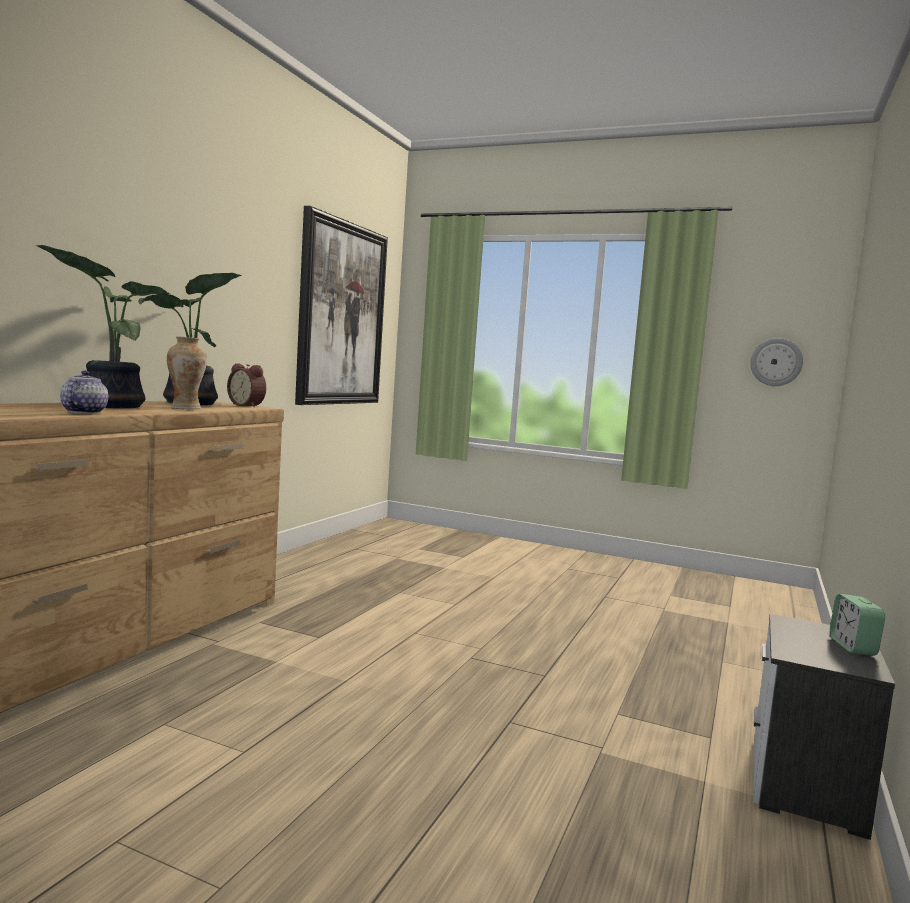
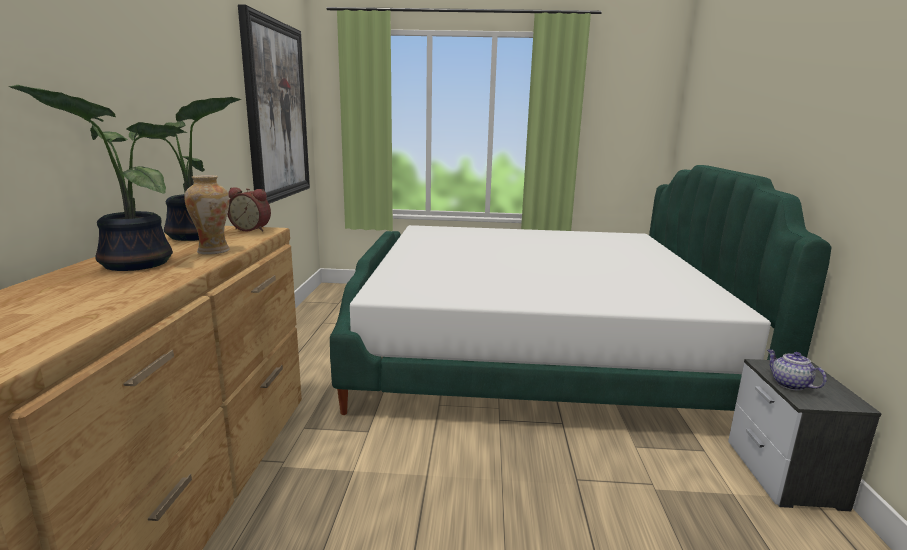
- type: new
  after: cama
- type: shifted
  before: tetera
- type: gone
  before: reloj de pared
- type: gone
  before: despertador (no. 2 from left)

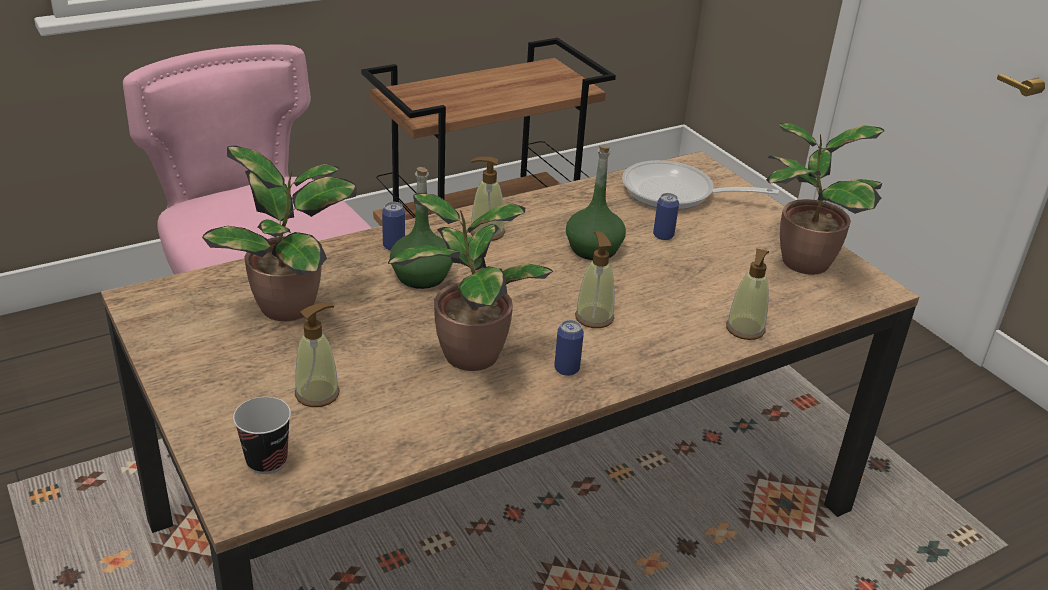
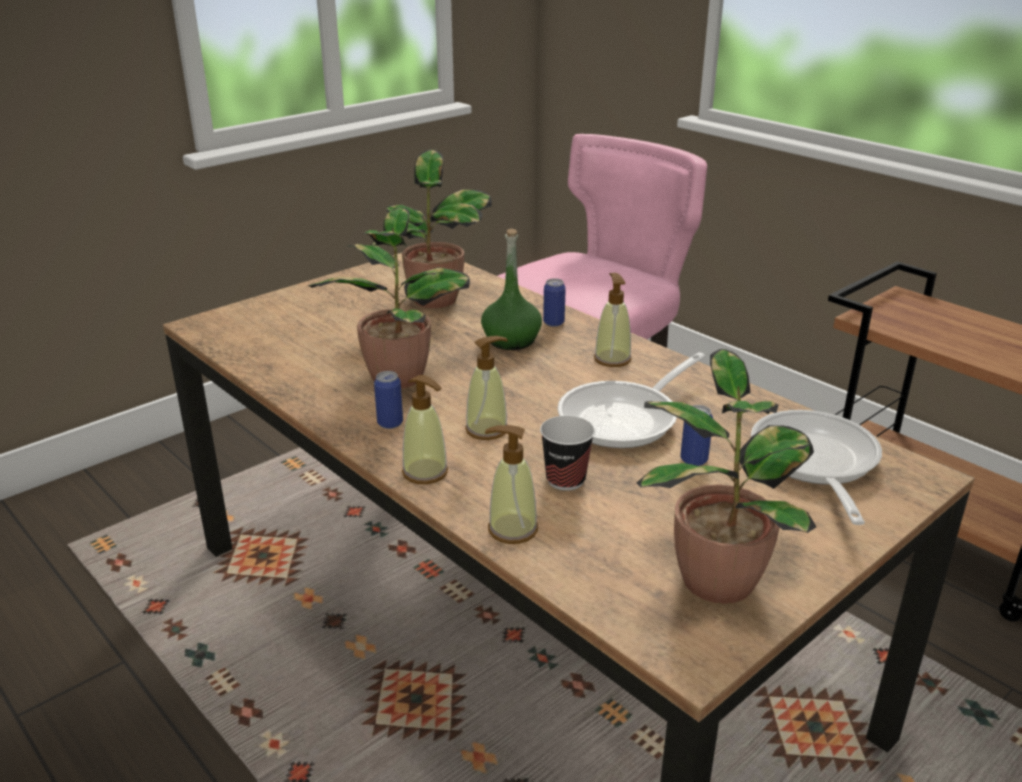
- type: shifted
  before: dispensador de jabón (no. 1 from left)
- type: shifted
  before: taza
- type: swapped
  before: botella [verde] (no. 2 from left)
  after: sartén (no. 1 from left)

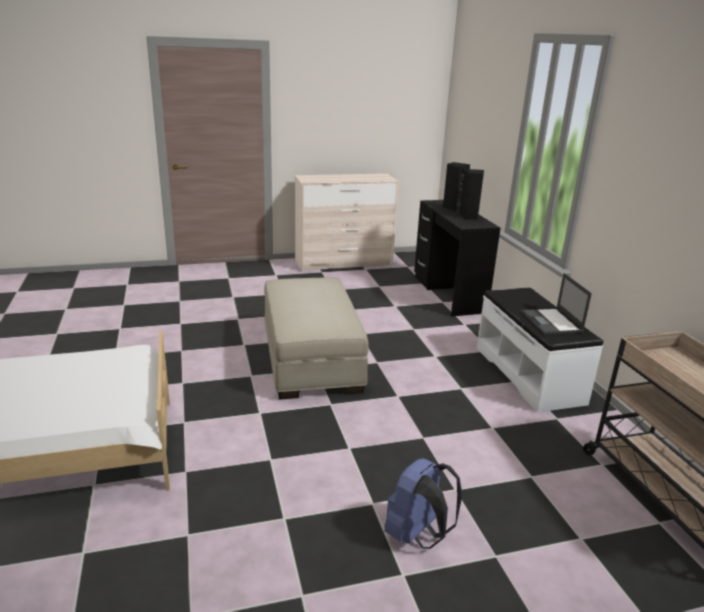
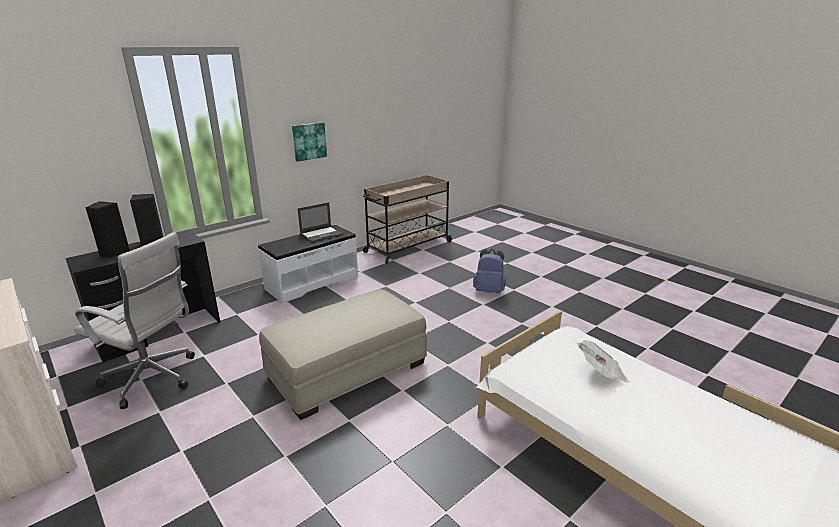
- type: new
  after: silla de oficina [blanco]
- type: new
  after: cuadro
- type: new
  after: periódico

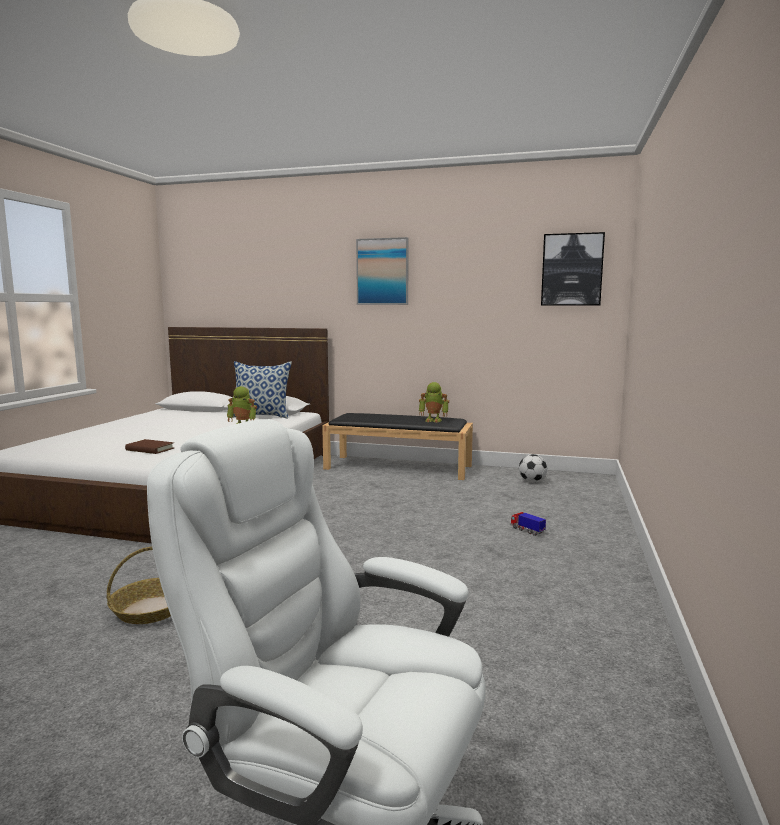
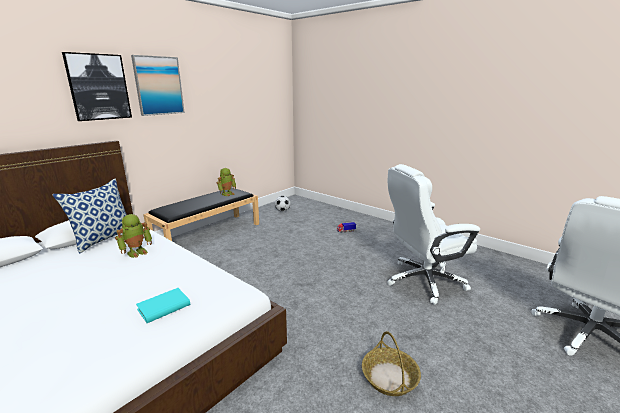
- type: shifted
  before: cuadro (no. 2 from left in the first image)
  after: cuadro (no. 1 from left)
- type: repainted
  before: libro [marrón]
  after: libro [turquesa]
- type: new
  after: silla de oficina [blanco] (no. 1 from left)

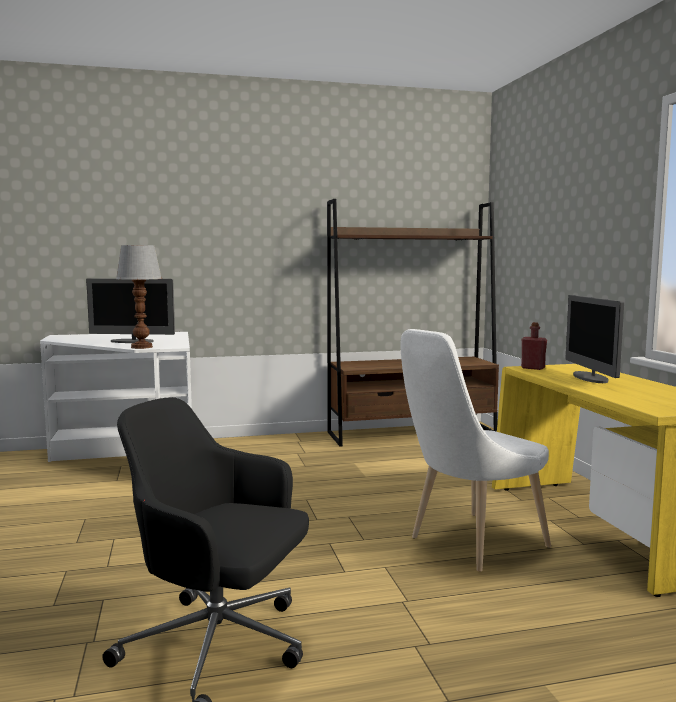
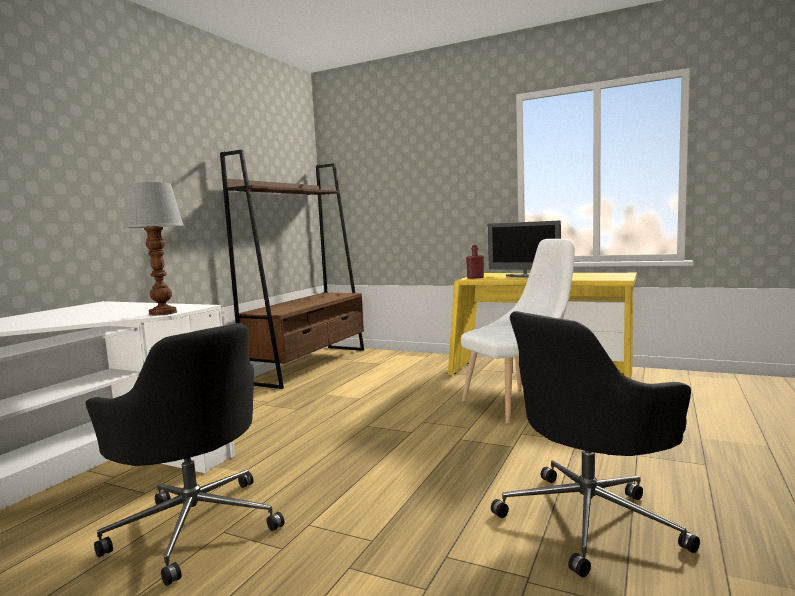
- type: new
  after: silla de oficina [negro] (no. 1 from left)
- type: rotated
  before: silla [blanco]
  turn: -120
- type: gone
  before: monitor (no. 1 from left)

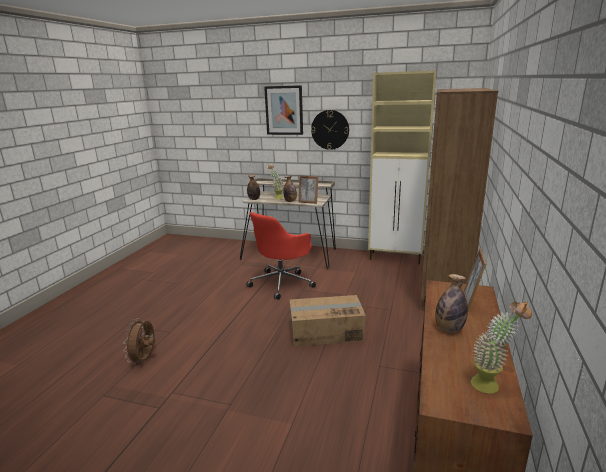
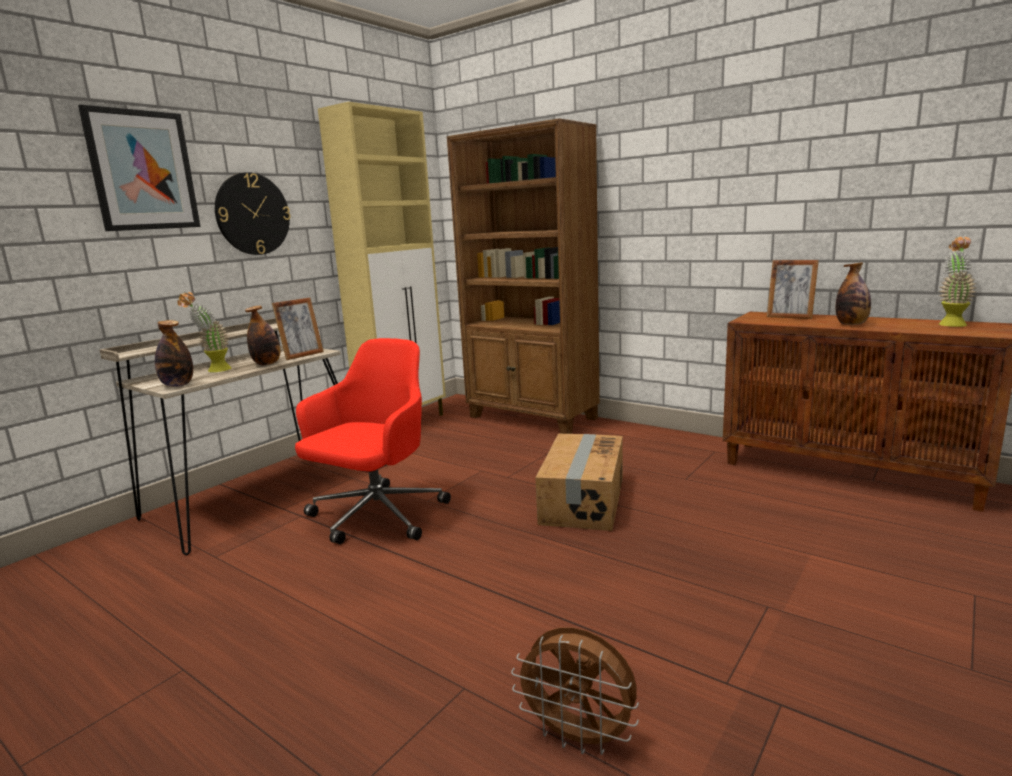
- type: rotated
  before: silla de oficina [rojo]
  turn: -120

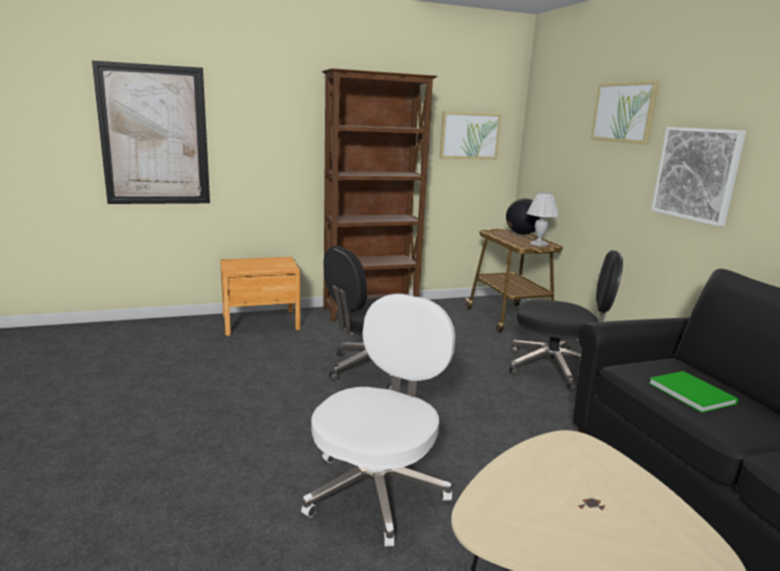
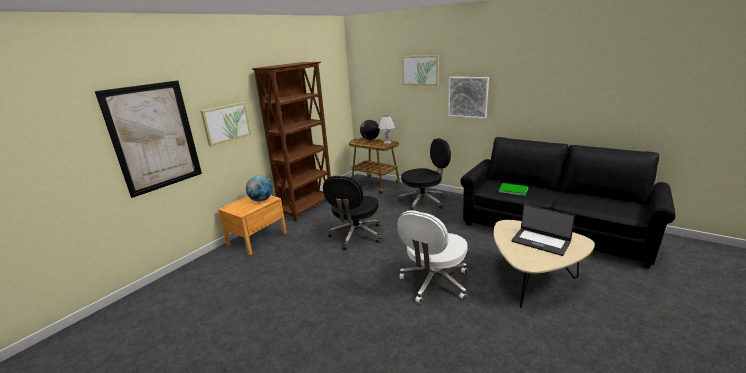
- type: shifted
  before: cuadro (no. 2 from left)
- type: new
  after: globo terráqueo (no. 1 from left)
- type: rotated
  before: silla de oficina [blanco]
  turn: -135
- type: new
  after: portátil

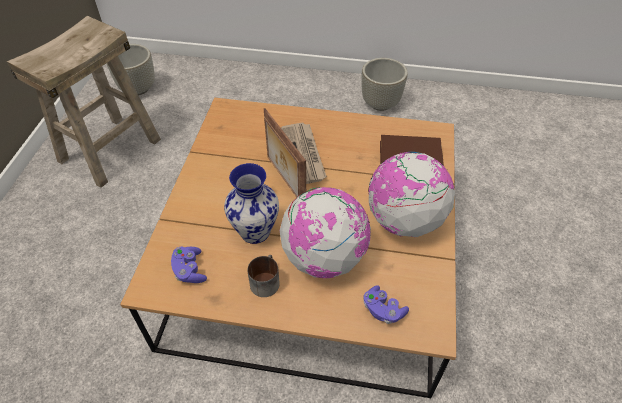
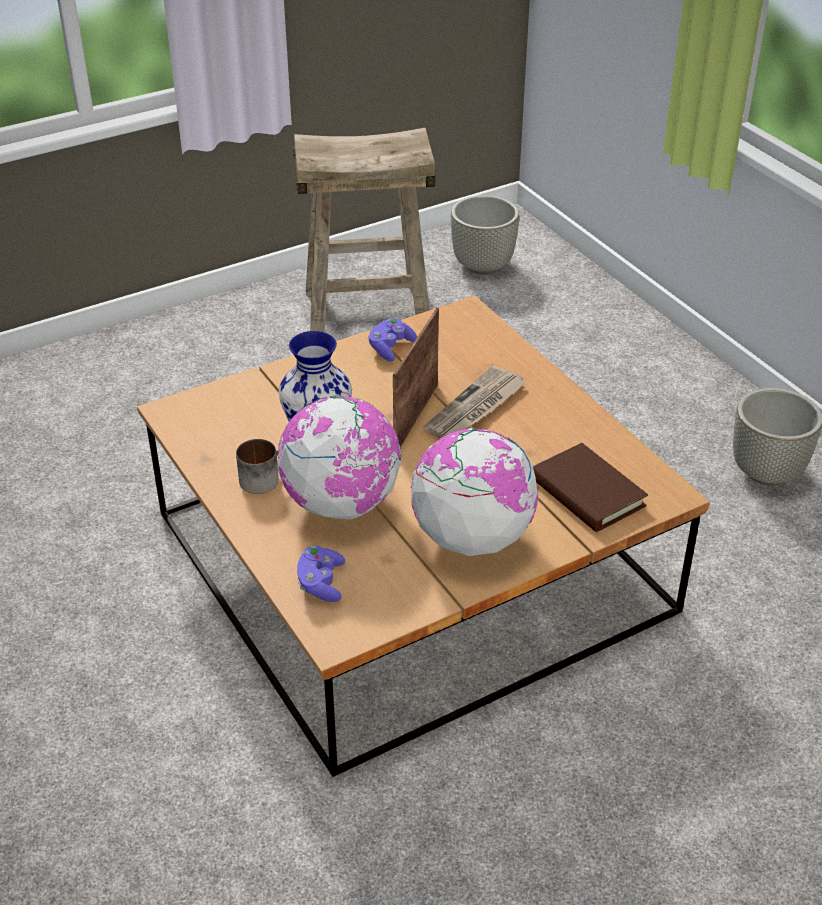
- type: shifted
  before: mando de consola [morado] (no. 1 from left in the first image)
  after: mando de consola [morado] (no. 2 from left)

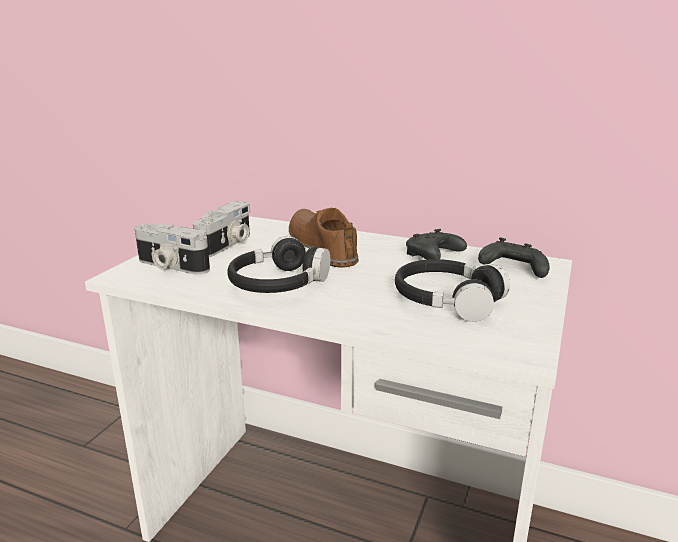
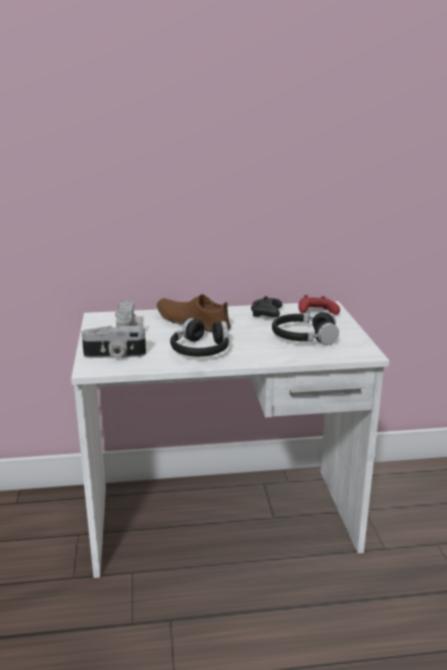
- type: repainted
  before: mando de consola [negro] (no. 2 from left)
  after: mando de consola [rojo]

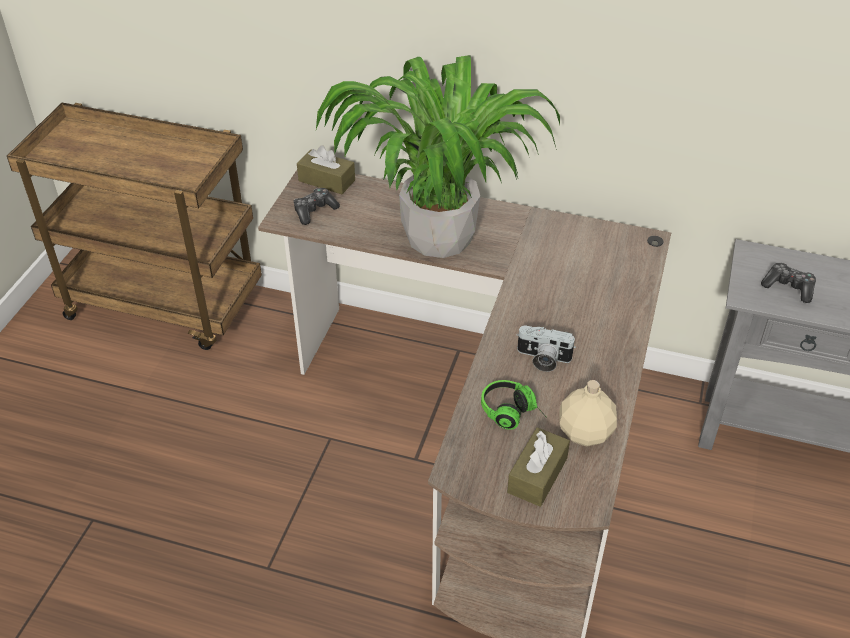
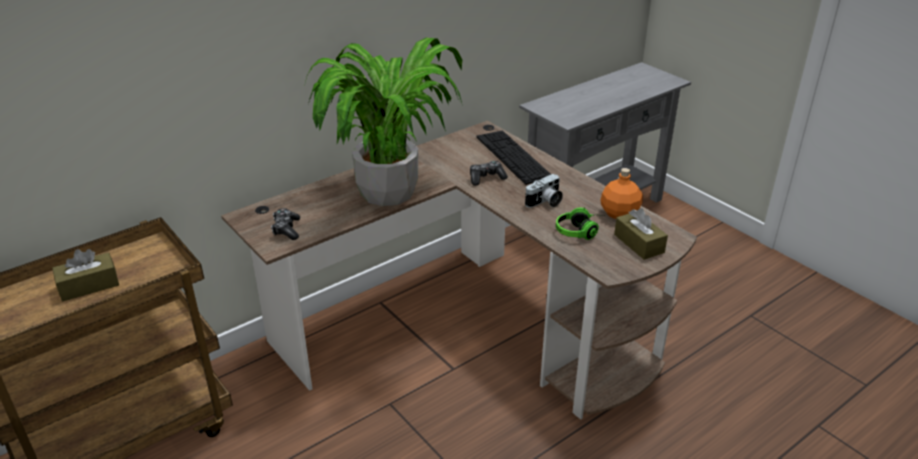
- type: shifted
  before: caja de pañuelos [marrón] (no. 1 from left)
- type: shifted
  before: mando de consola (no. 2 from left)
- type: new
  after: teclado
- type: repainted
  before: botella [beis]
  after: botella [naranja]

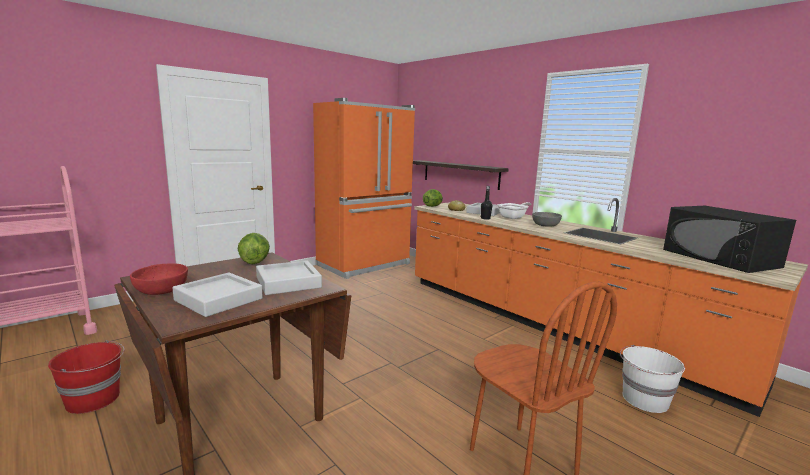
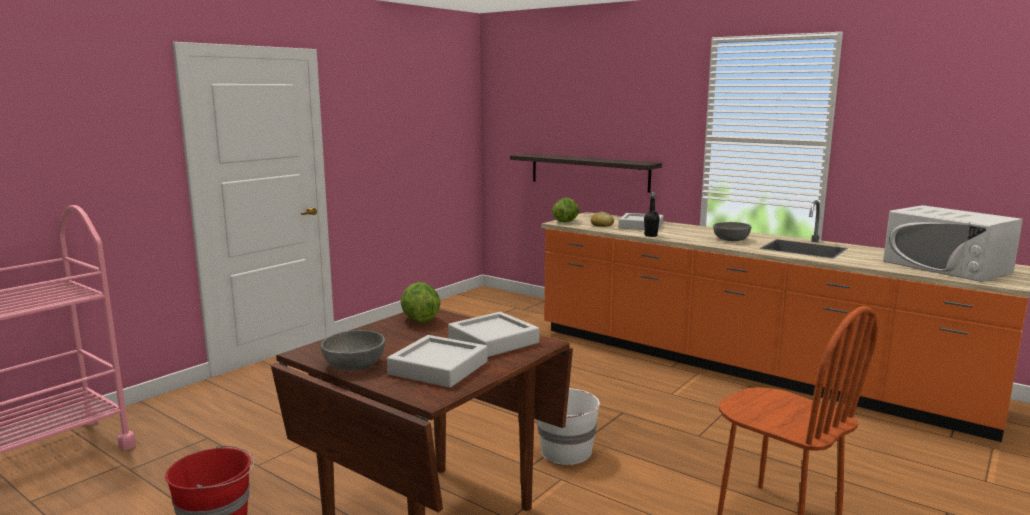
- type: repainted
  before: cuenco [rojo]
  after: cuenco [gris] (no. 1 from left)
- type: shifted
  before: cubo [blanco]
- type: repainted
  before: microondas [negro]
  after: microondas [blanco]
- type: gone
  before: nevera [naranja]
- type: gone
  before: sartén

